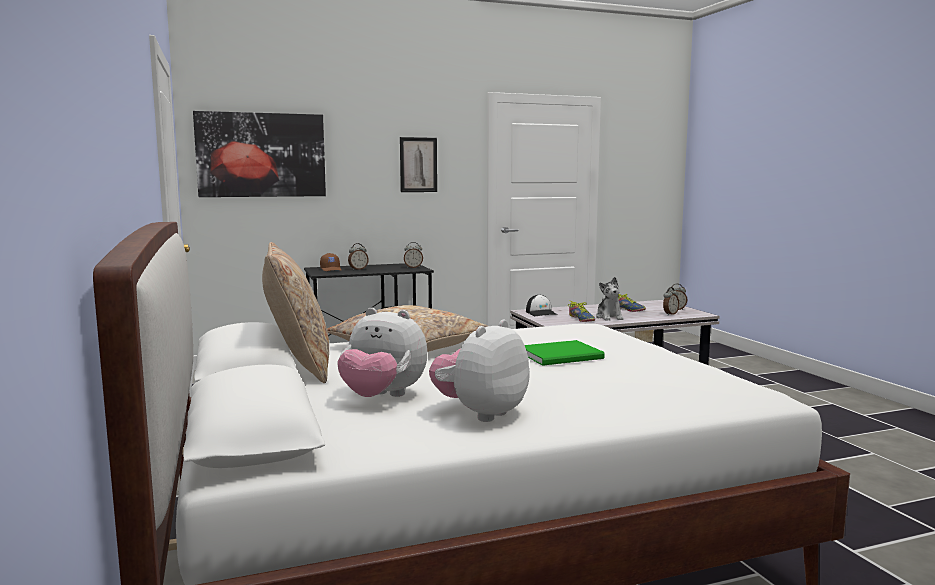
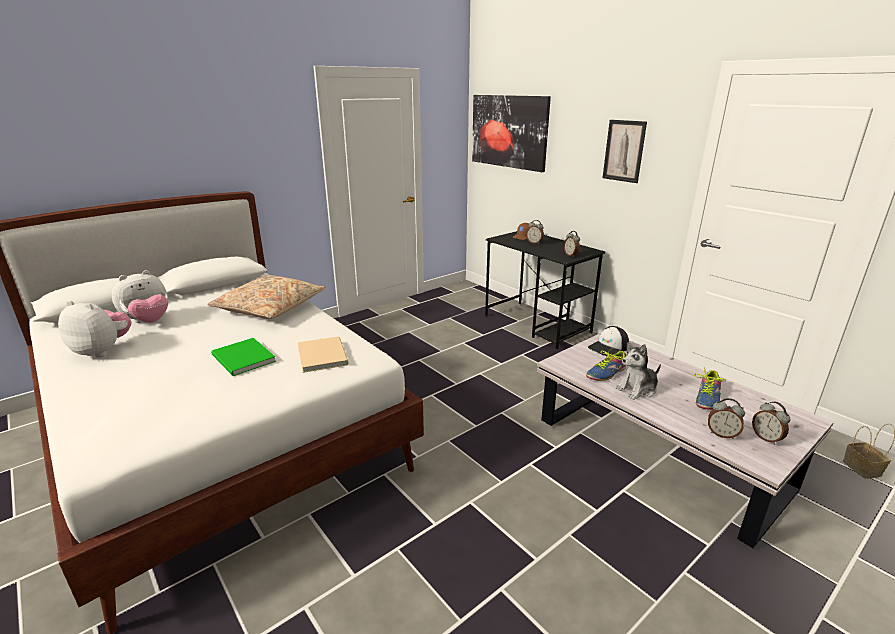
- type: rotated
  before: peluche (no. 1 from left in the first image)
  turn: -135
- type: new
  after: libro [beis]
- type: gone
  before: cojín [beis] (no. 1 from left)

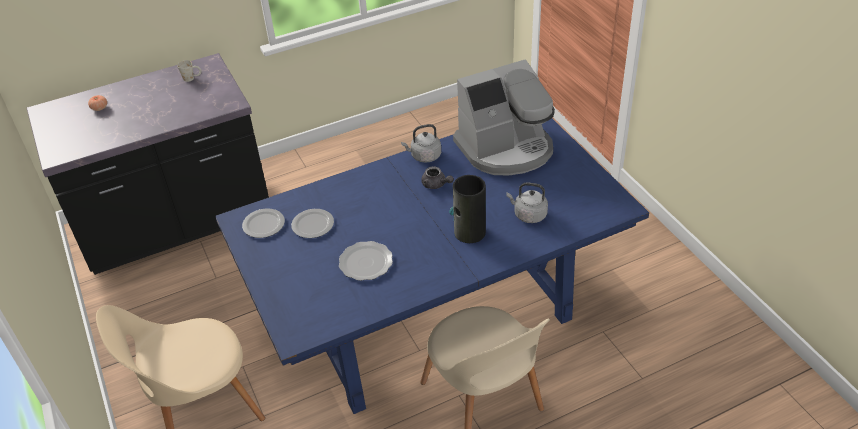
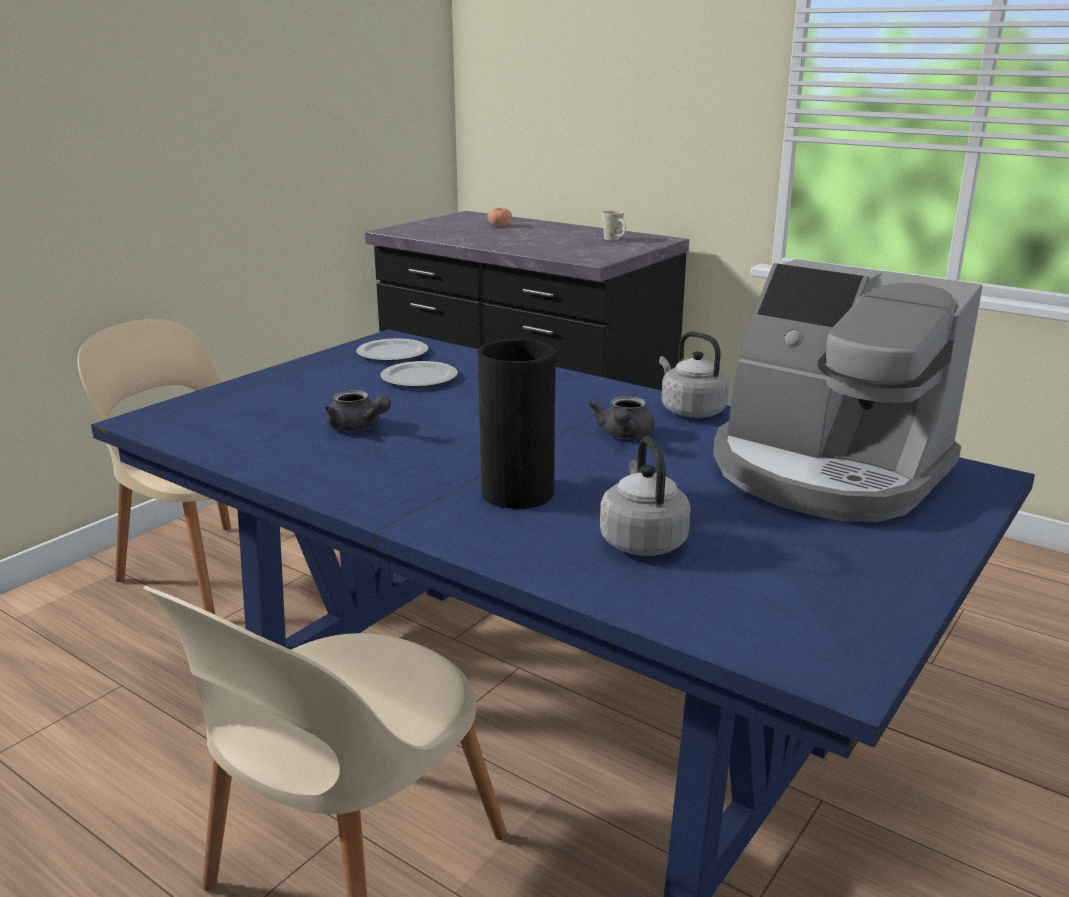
- type: swapped
  before: plato (no. 3 from left)
  after: tetera [gris] (no. 1 from left)

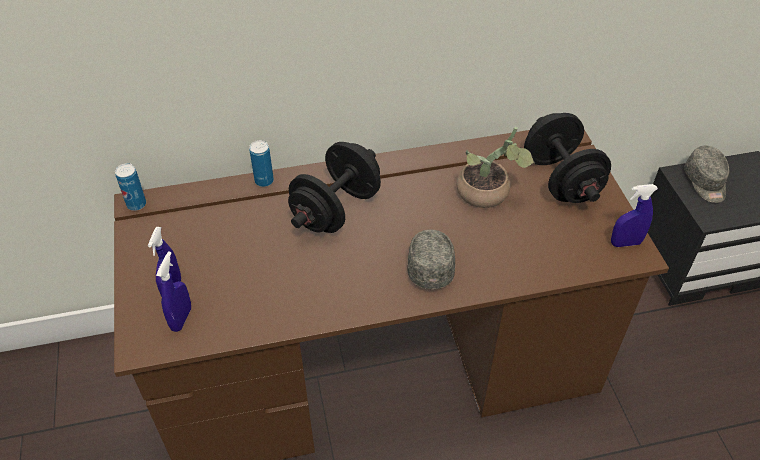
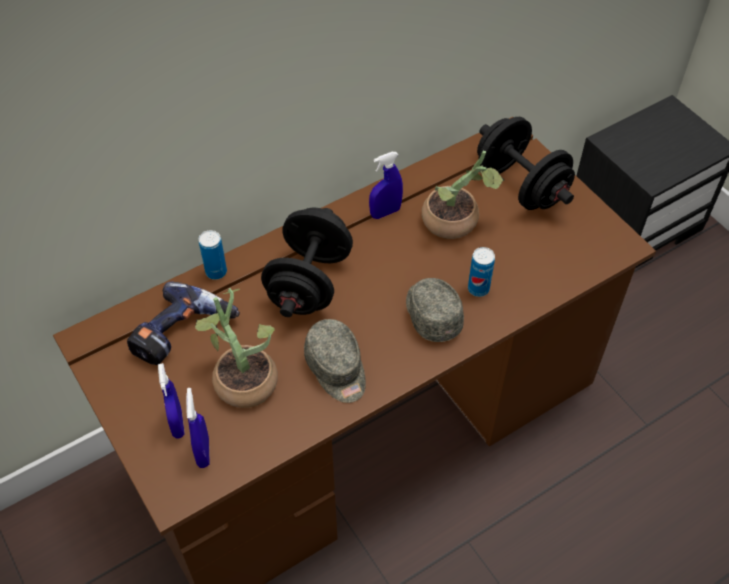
- type: new
  after: taladro
- type: new
  after: planta en maceta (no. 1 from left)
- type: shifted
  before: gorra [gris] (no. 2 from left in the first image)
  after: gorra [gris] (no. 1 from left)
- type: shifted
  before: pulverizador [azul] (no. 3 from left)
- type: shifted
  before: lata (no. 1 from left in the first image)
  after: lata (no. 2 from left)

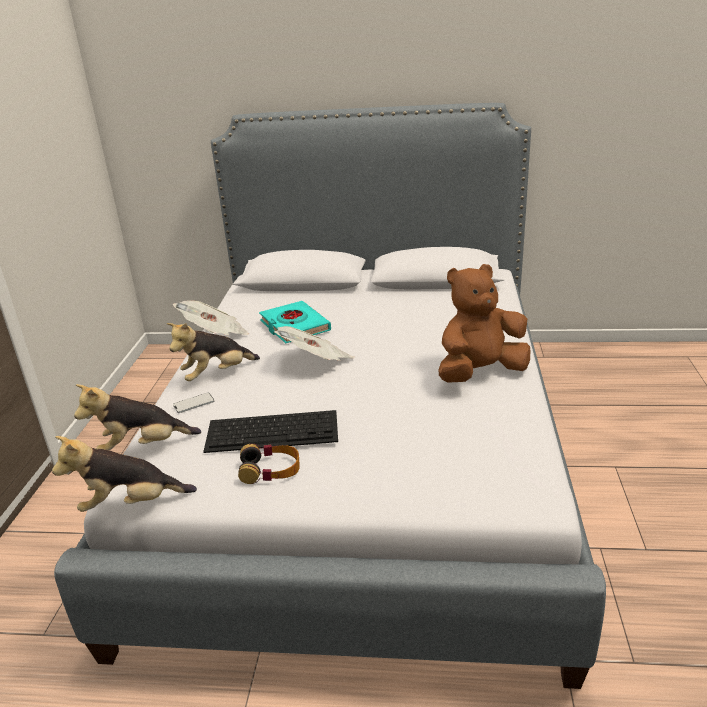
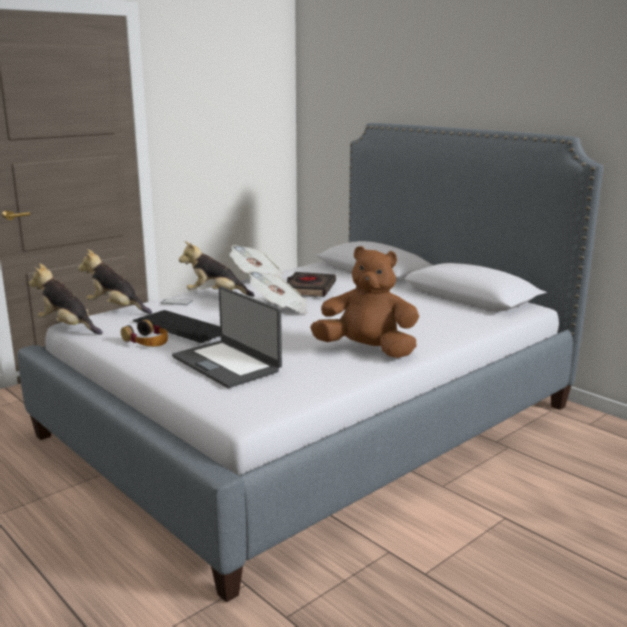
- type: new
  after: portátil
- type: repainted
  before: libro [turquesa]
  after: libro [negro]

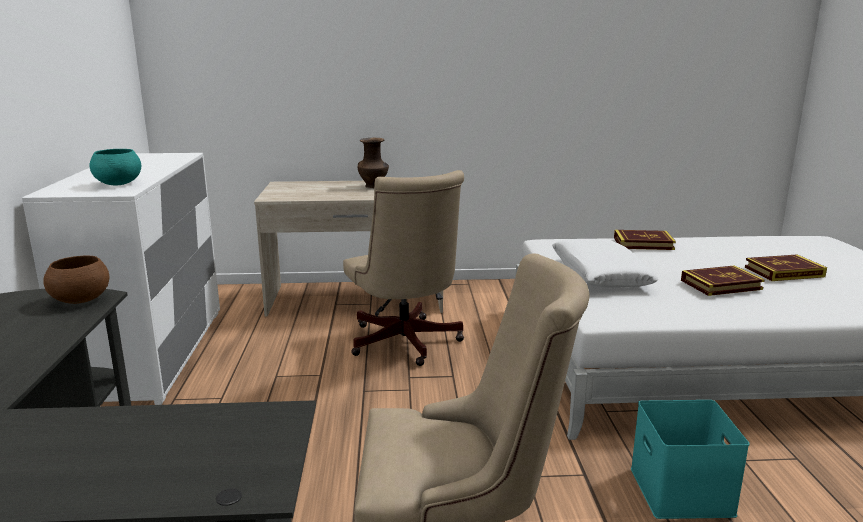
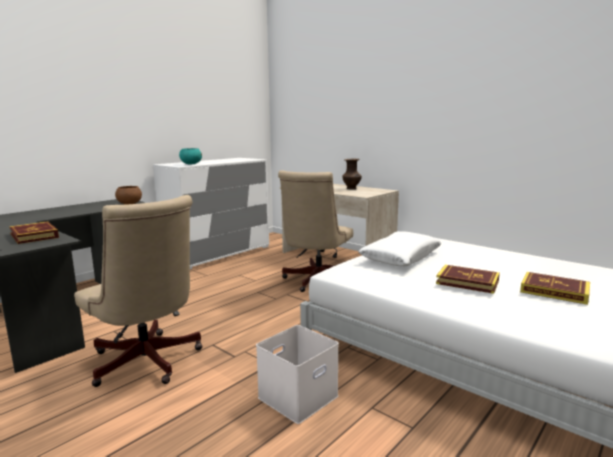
- type: shifted
  before: libro (no. 1 from left)
- type: repainted
  before: caja de almacenaje [turquesa]
  after: caja de almacenaje [blanco]

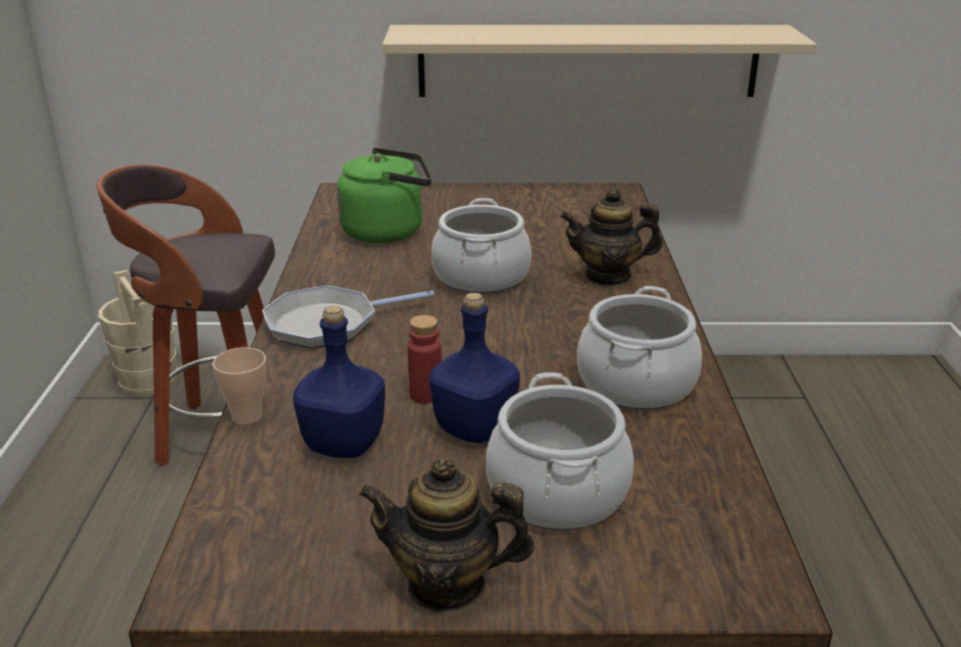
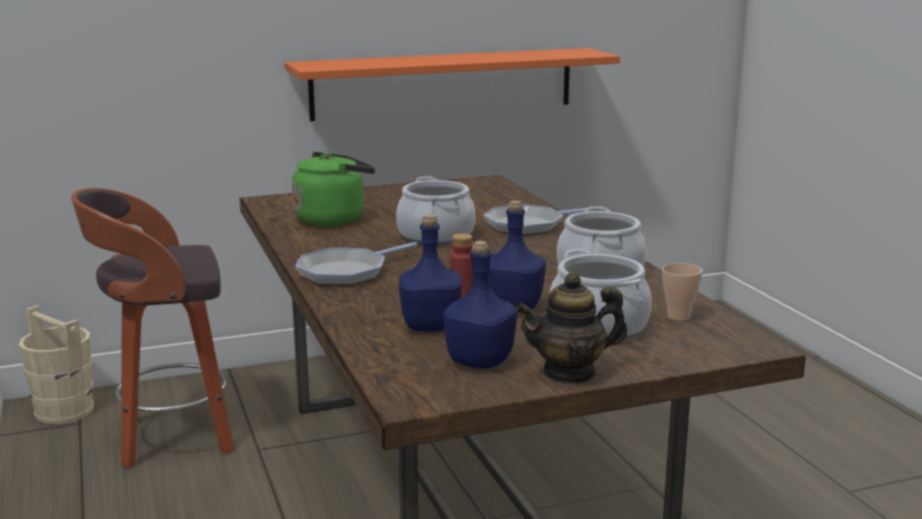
- type: repainted
  before: estante [beis]
  after: estante [naranja]
- type: new
  after: botella [azul] (no. 2 from left)
- type: swapped
  before: tetera (no. 2 from left)
  after: sartén (no. 2 from left)
- type: shifted
  before: taza

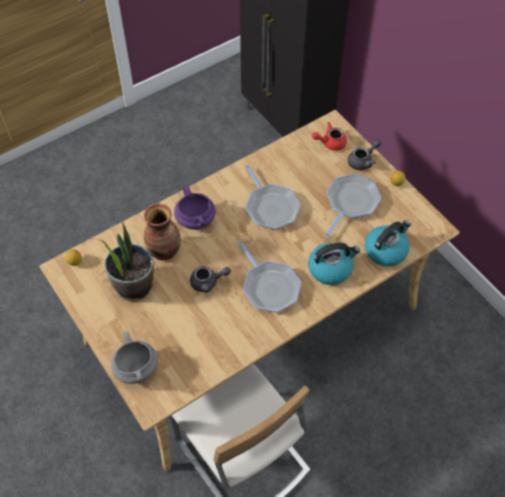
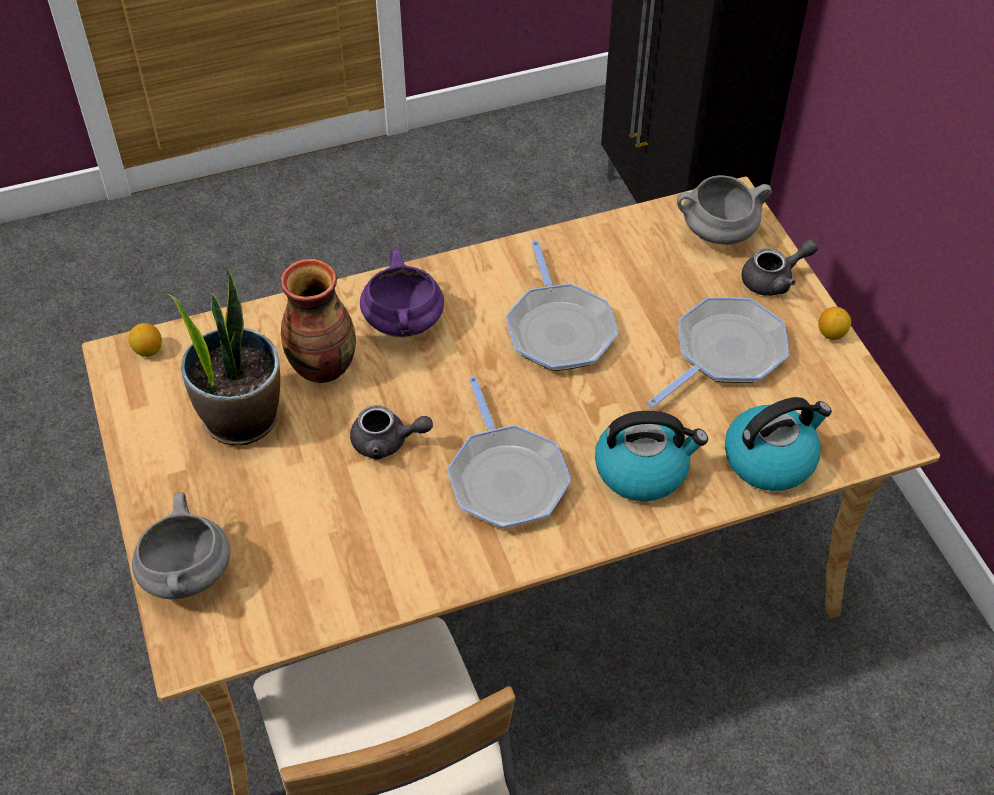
- type: swapped
  before: tetera [rojo]
  after: olla [gris] (no. 2 from left)

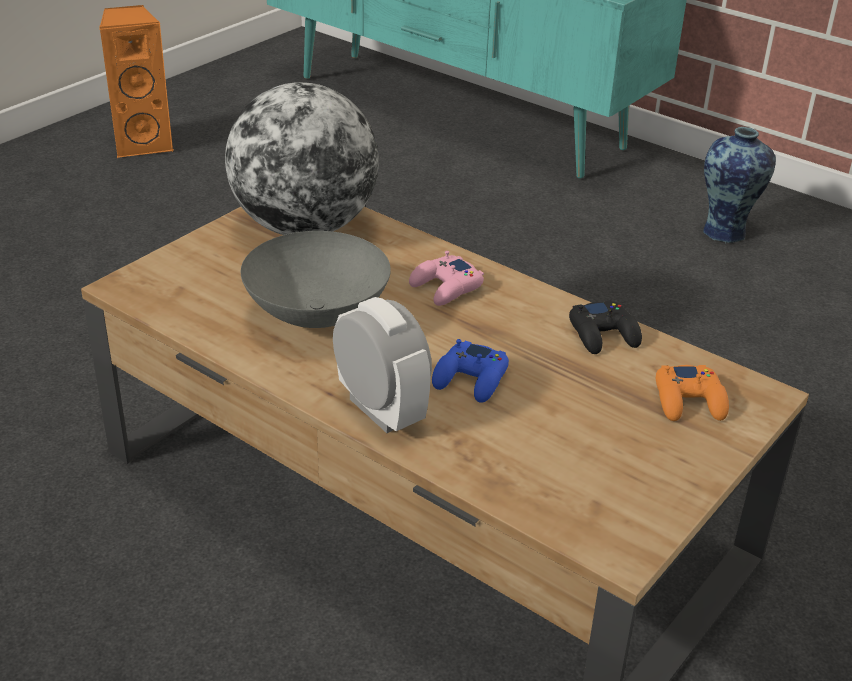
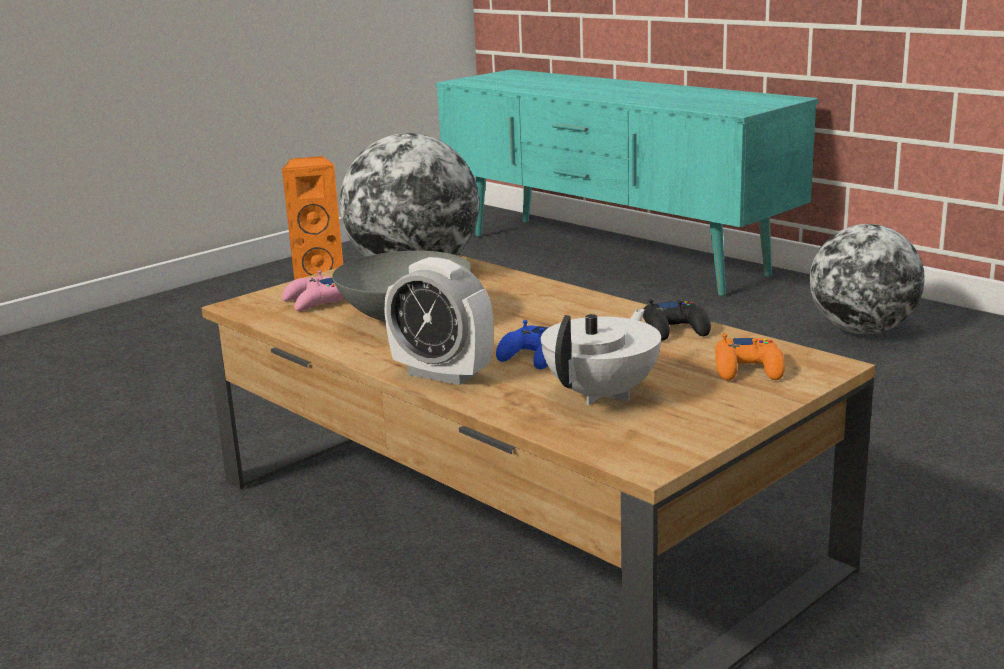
- type: shifted
  before: mando de consola [rosa]
- type: rotated
  before: despertador
  turn: 150
- type: new
  after: tetera [blanco]
- type: swapped
  before: florero
  after: globo terráqueo (no. 2 from left)

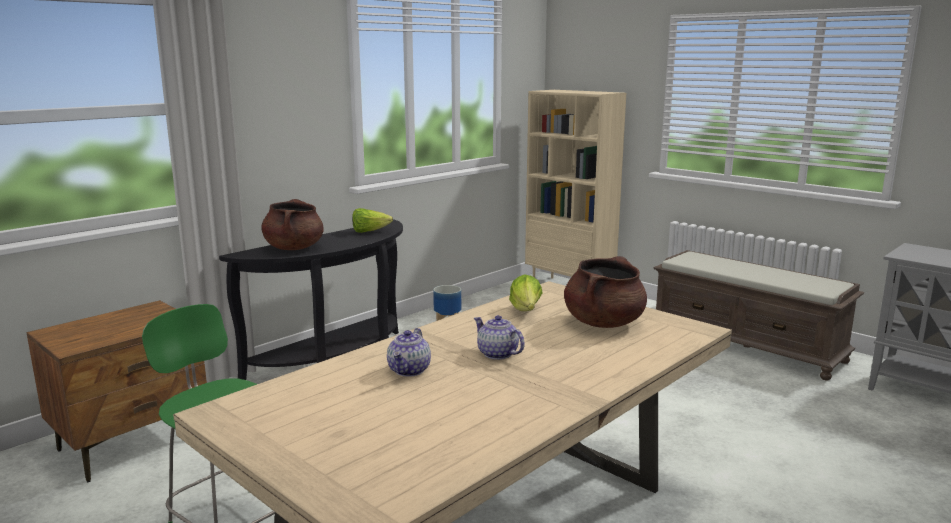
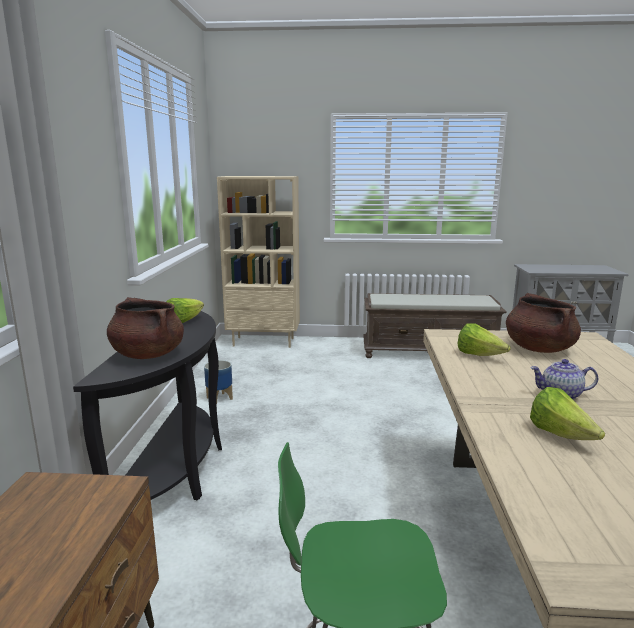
- type: swapped
  before: tetera (no. 1 from left)
  after: lechuga (no. 3 from left)

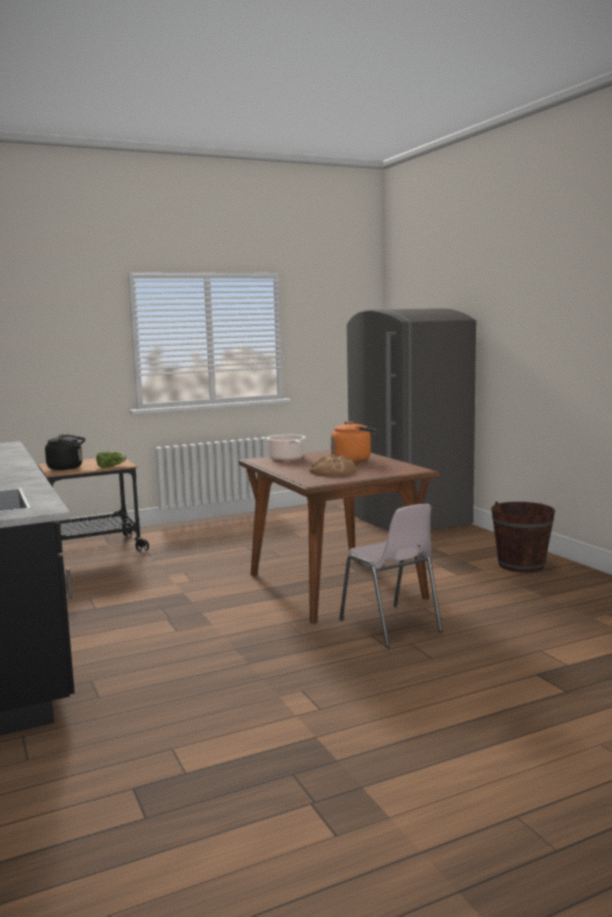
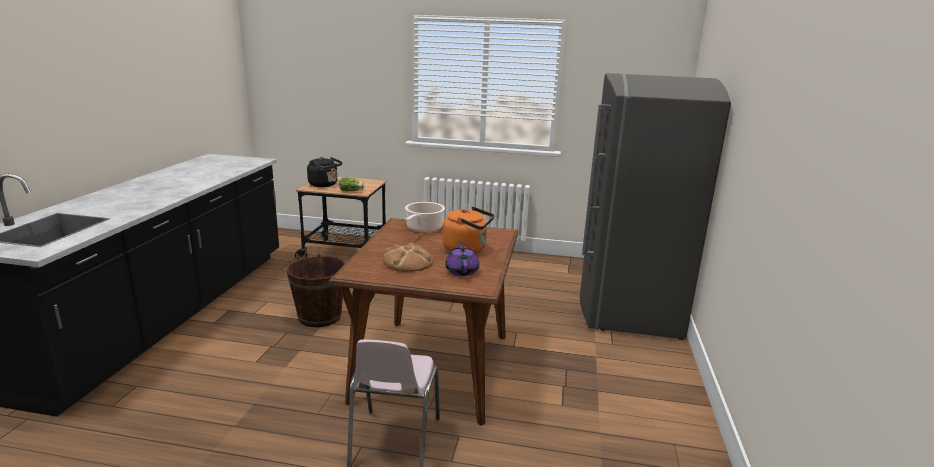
- type: shifted
  before: cubo [marrón]
- type: new
  after: tetera [morado]

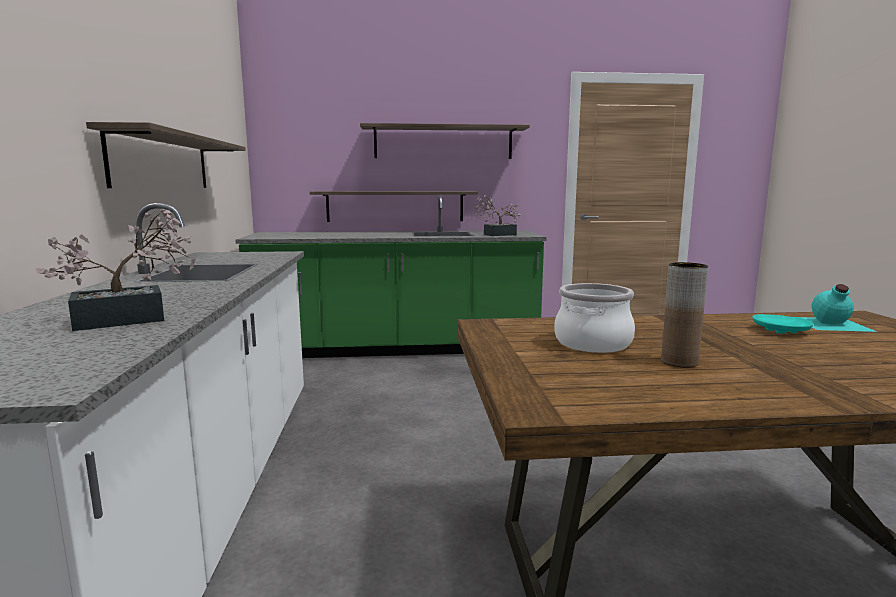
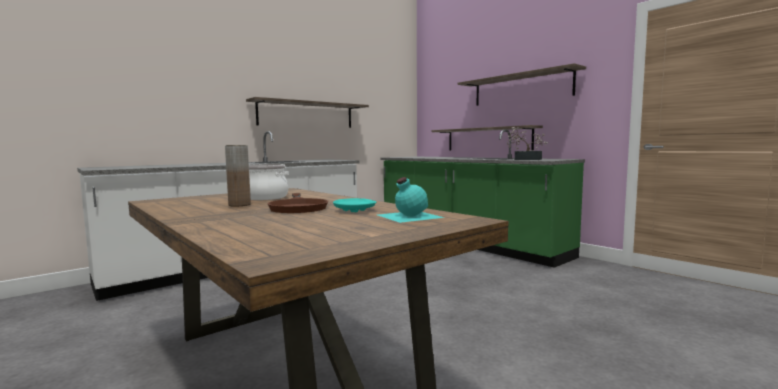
- type: new
  after: sartén [marrón]
- type: gone
  before: planta en maceta (no. 1 from left)

